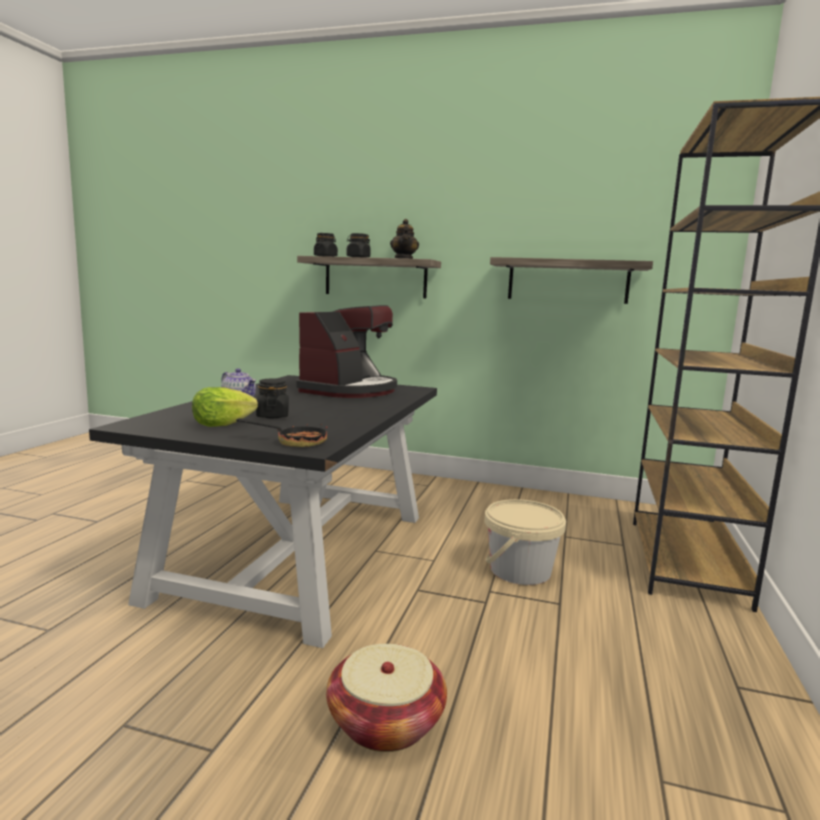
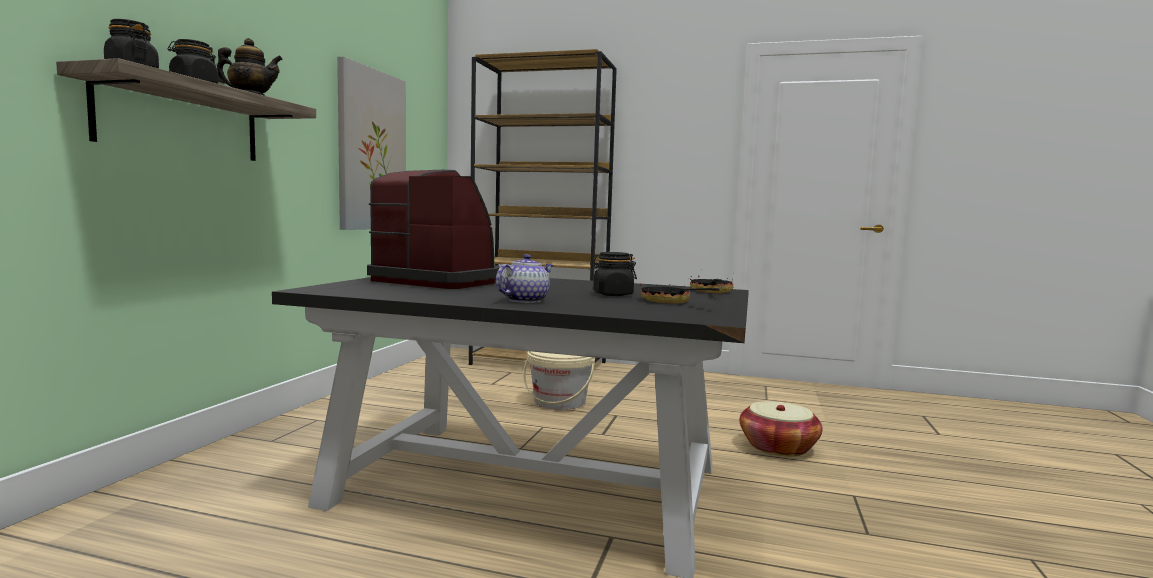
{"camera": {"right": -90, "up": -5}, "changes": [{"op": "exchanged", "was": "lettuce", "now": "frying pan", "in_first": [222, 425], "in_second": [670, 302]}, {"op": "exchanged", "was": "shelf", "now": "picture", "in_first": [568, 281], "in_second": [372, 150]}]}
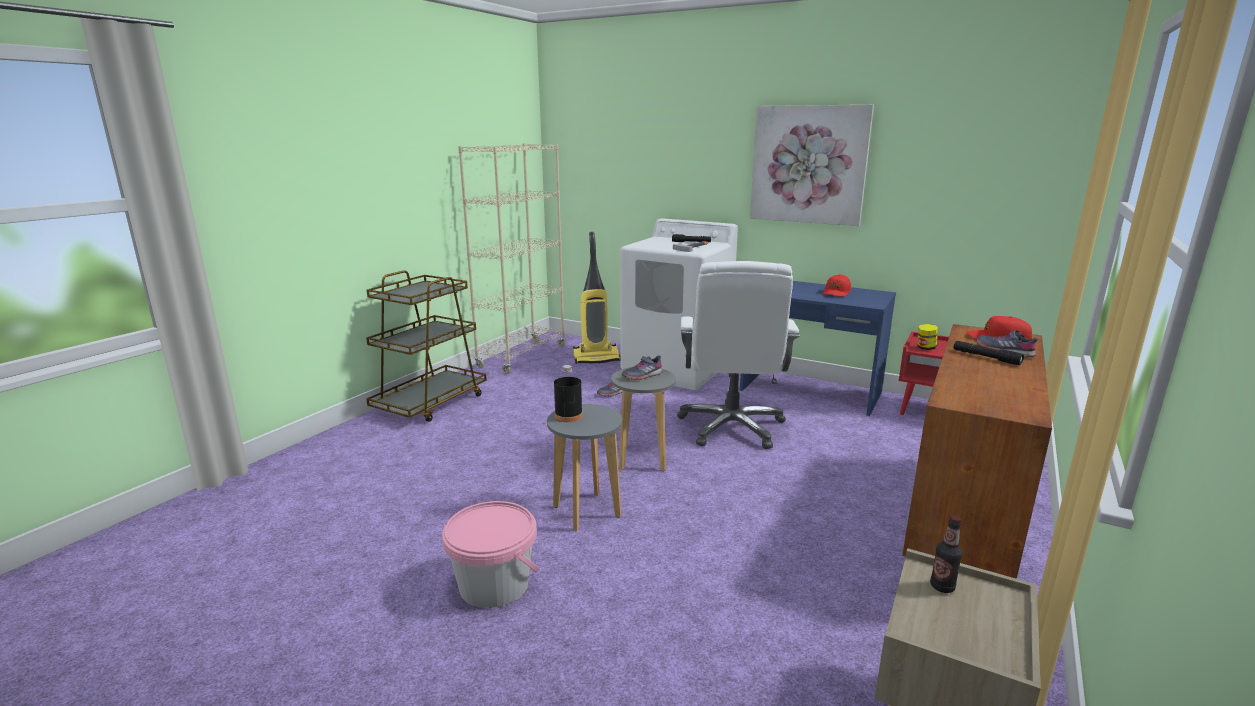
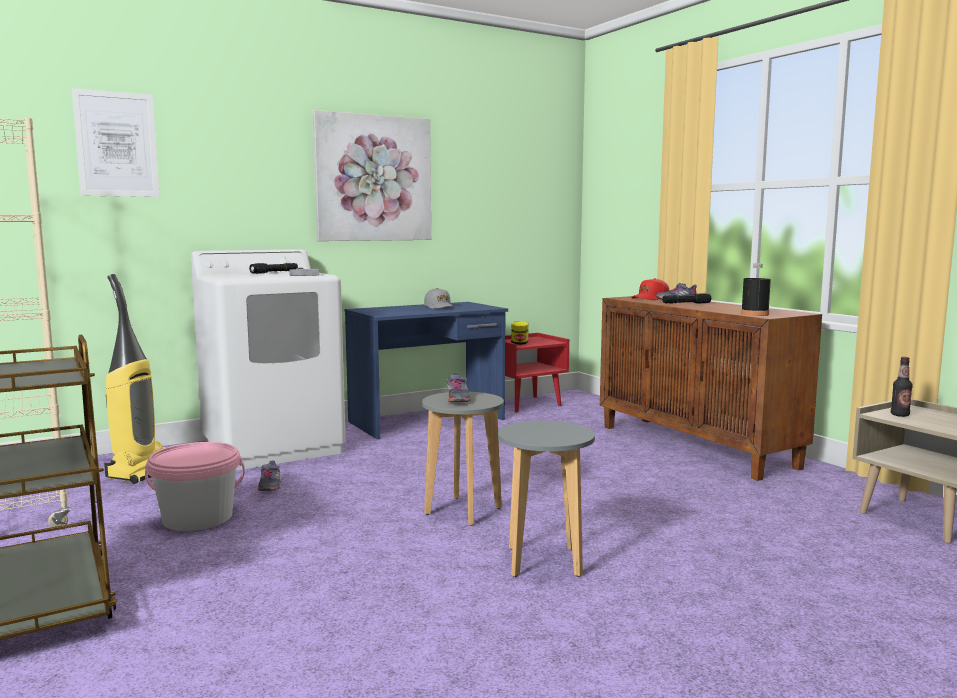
{"camera": {"right": -60, "up": -10}, "changes": [{"op": "relocated", "was": "pink bucket", "in_first": [494, 584], "in_second": [197, 518]}, {"op": "relocated", "was": "black bottle", "in_first": [568, 416], "in_second": [754, 314]}, {"op": "missing", "was": "white office chair", "in_first": [731, 427]}, {"op": "colour", "was": "red cap", "now": "grey cap", "in_first": [836, 293], "in_second": [439, 307]}, {"op": "appeared", "now": "picture", "in_second": [116, 144]}]}
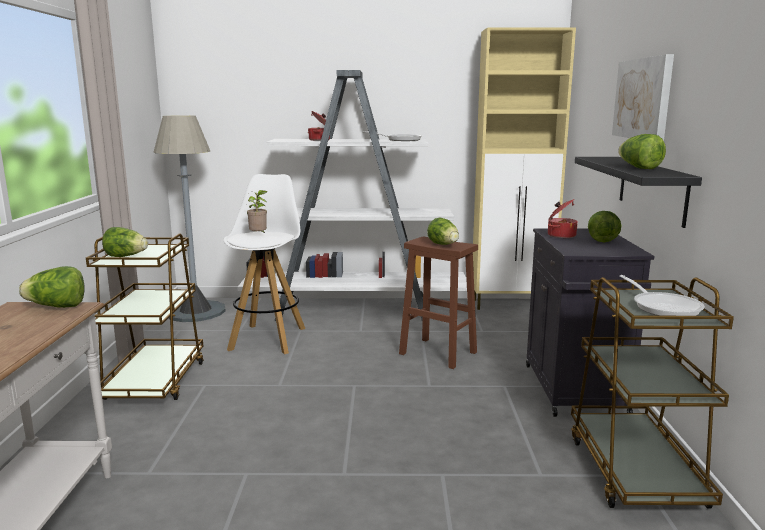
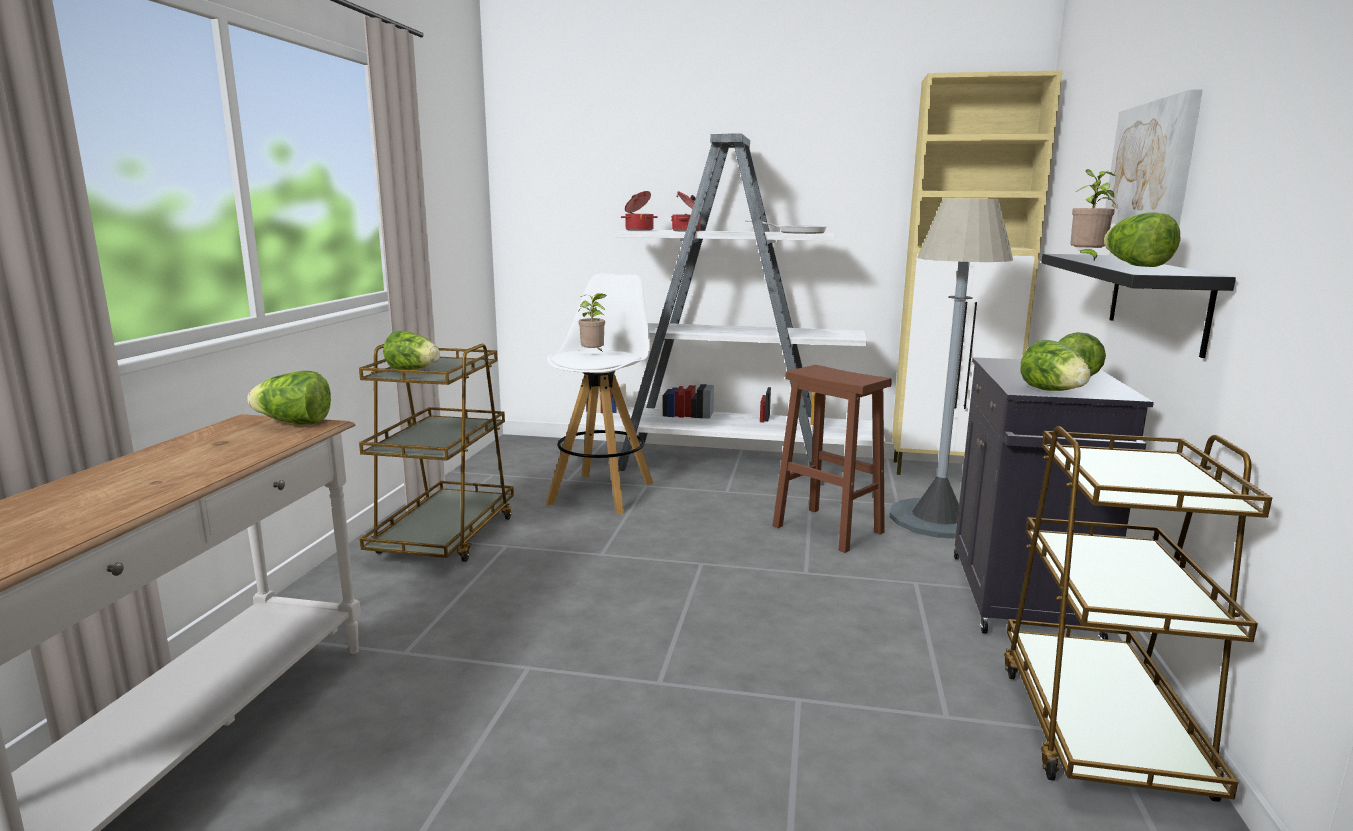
{"camera": {"right": 10, "up": 0}, "changes": [{"op": "relocated", "was": "grey floor lamp", "in_first": [196, 311], "in_second": [937, 519]}, {"op": "relocated", "was": "lettuce", "in_first": [444, 245], "in_second": [1053, 391]}, {"op": "relocated", "was": "cooking pot", "in_first": [560, 235], "in_second": [639, 230]}, {"op": "missing", "was": "frying pan", "in_first": [663, 307]}, {"op": "appeared", "now": "potted plant", "in_second": [1086, 260]}]}
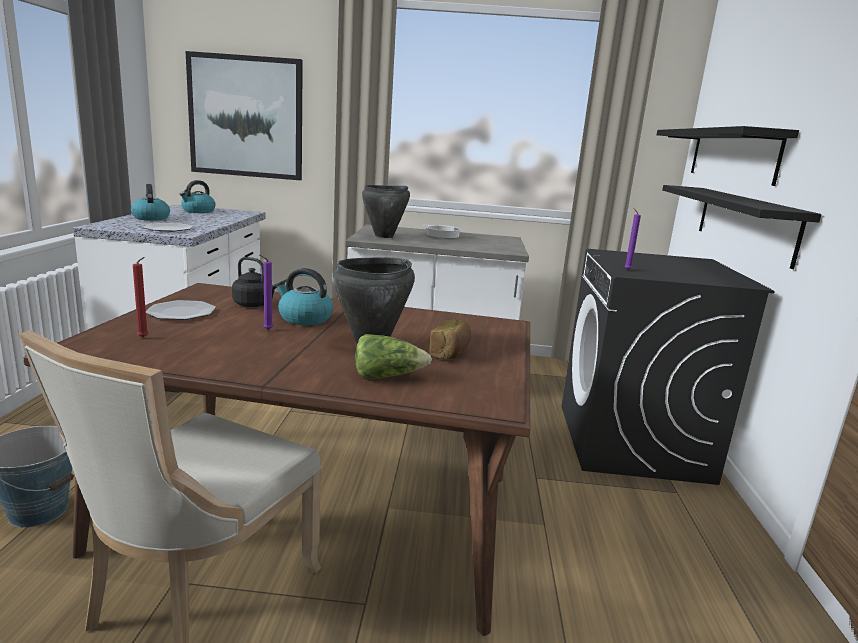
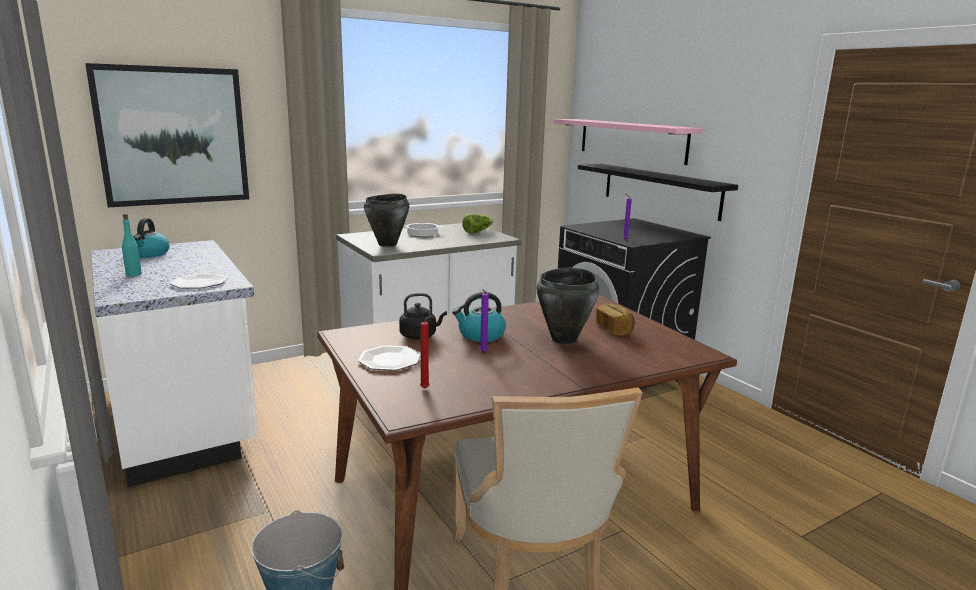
{"camera": {"right": -35, "up": 0}, "changes": [{"op": "exchanged", "was": "kettle", "now": "turquoise bottle", "in_first": [151, 218], "in_second": [133, 274]}, {"op": "relocated", "was": "lettuce", "in_first": [387, 376], "in_second": [477, 232]}, {"op": "colour", "was": "black shelf", "now": "pink shelf", "in_first": [732, 155], "in_second": [631, 140]}]}
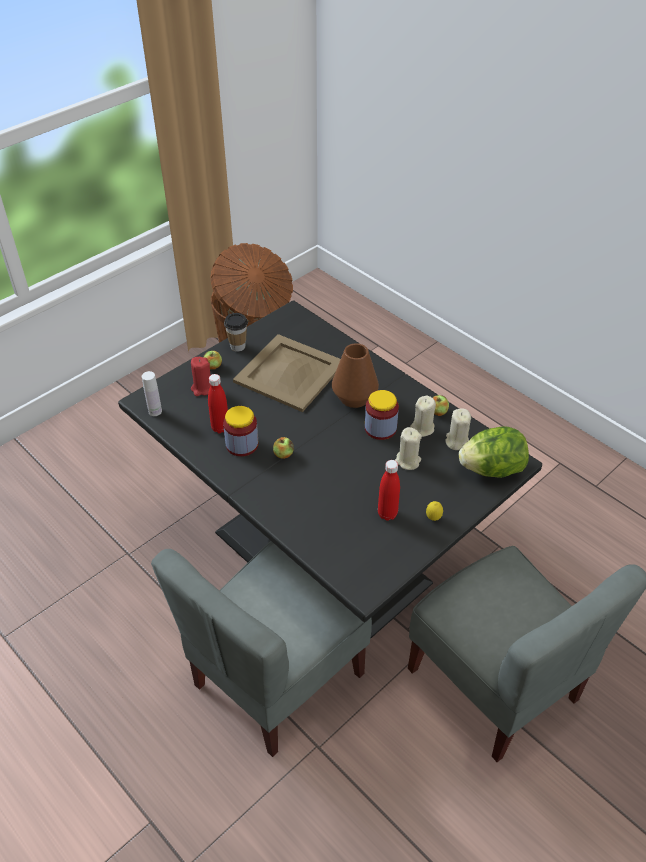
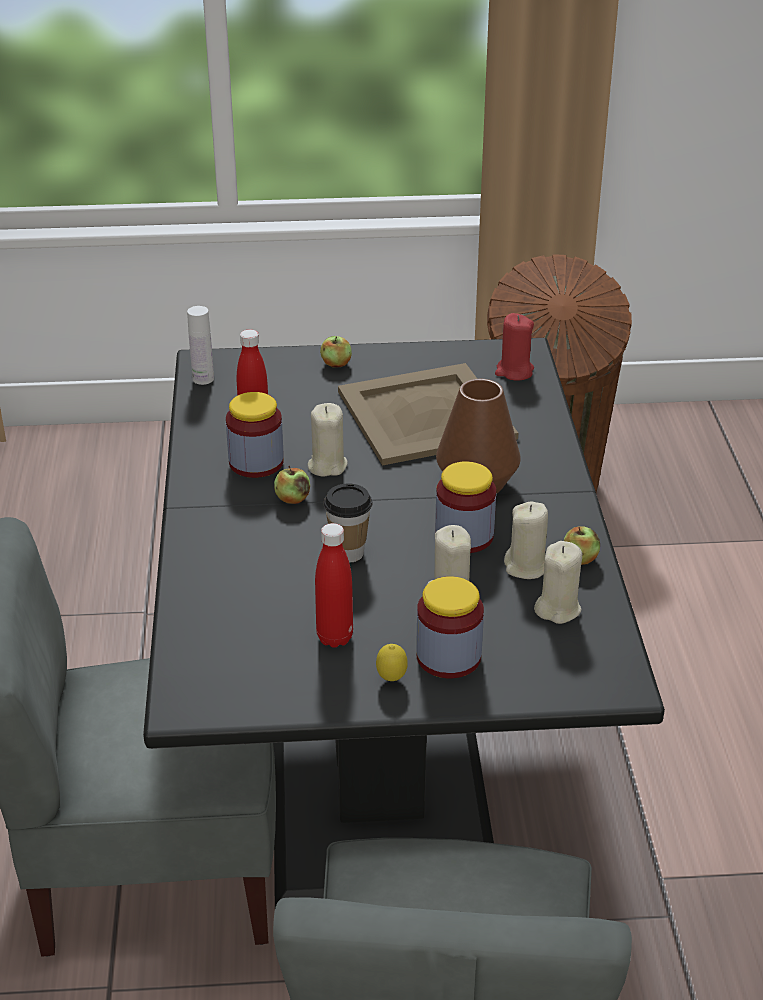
{"camera": {"right": 40, "up": -10}, "changes": [{"op": "relocated", "was": "red candle", "in_first": [203, 388], "in_second": [514, 371]}, {"op": "relocated", "was": "cup", "in_first": [238, 346], "in_second": [348, 553]}, {"op": "missing", "was": "lettuce", "in_first": [492, 469]}, {"op": "appeared", "now": "beige candle", "in_second": [327, 465]}, {"op": "appeared", "now": "jar", "in_second": [448, 657]}]}
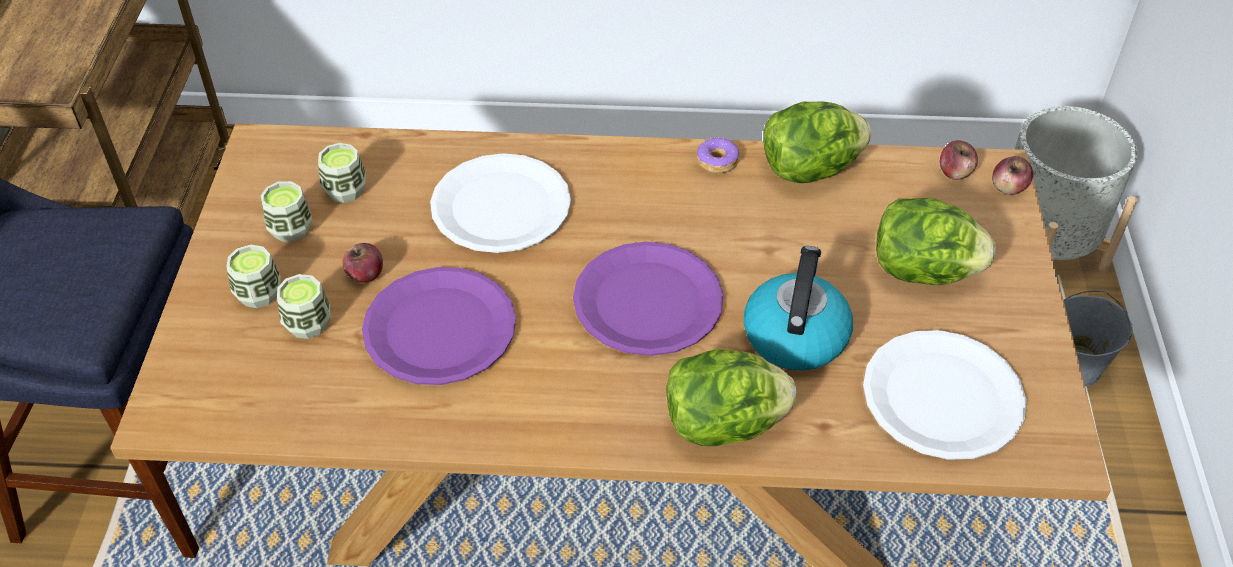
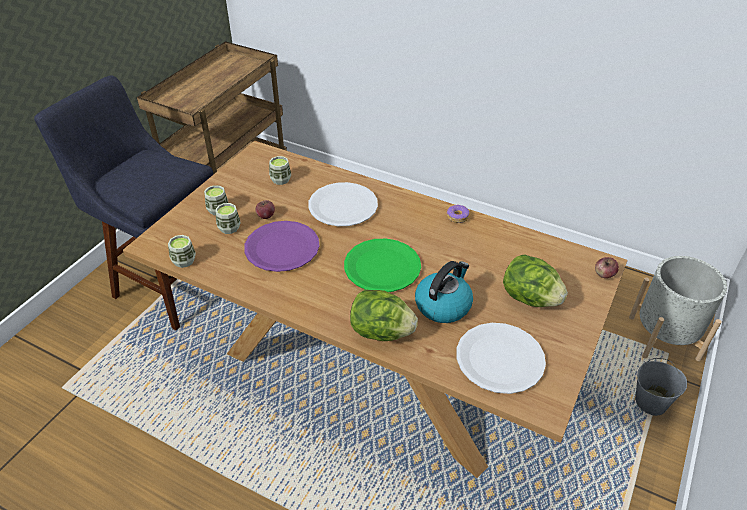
{"camera": {"right": 25, "up": -5}, "changes": [{"op": "relocated", "was": "cup", "in_first": [290, 229], "in_second": [184, 261]}, {"op": "colour", "was": "purple plate", "now": "green plate", "in_first": [648, 302], "in_second": [382, 267]}, {"op": "missing", "was": "lettuce", "in_first": [810, 169]}, {"op": "missing", "was": "apple", "in_first": [955, 172]}]}
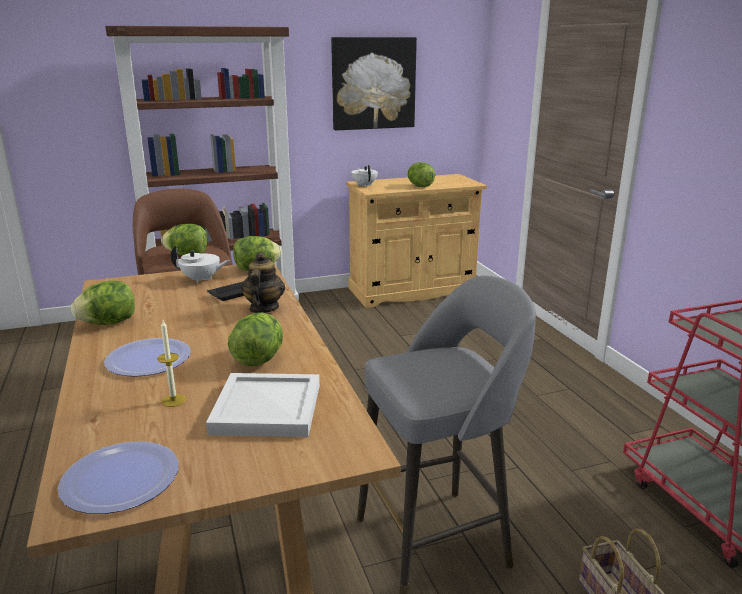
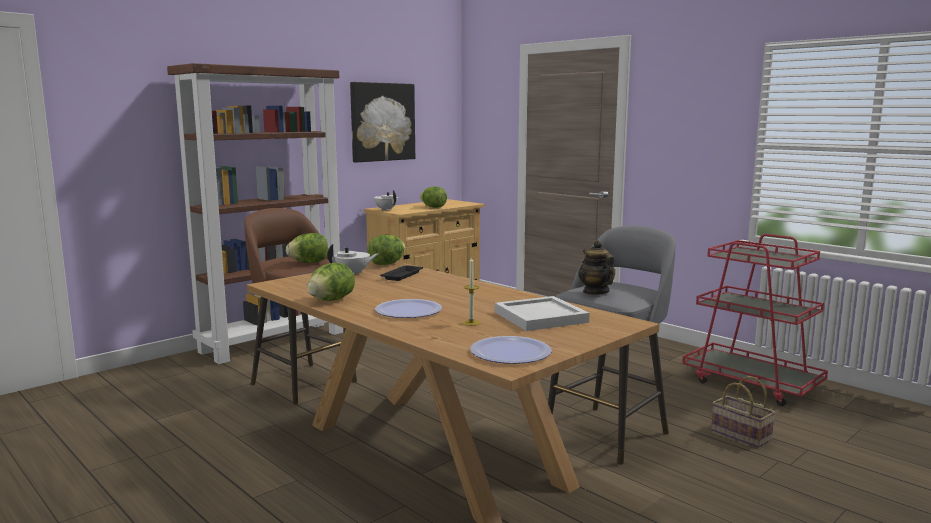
{"camera": {"right": -25, "up": -10}, "changes": [{"op": "missing", "was": "lettuce", "in_first": [259, 359]}, {"op": "relocated", "was": "teapot", "in_first": [263, 308], "in_second": [595, 292]}]}
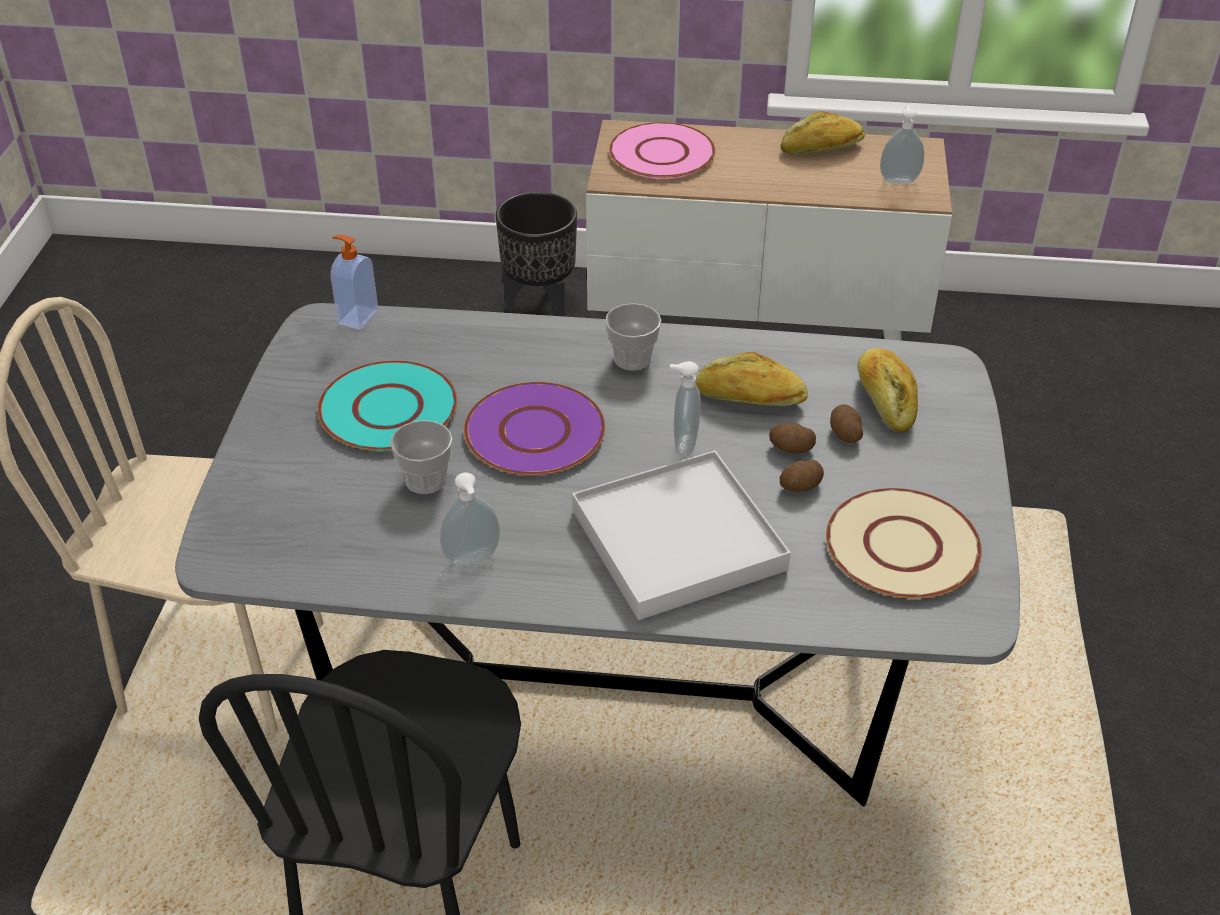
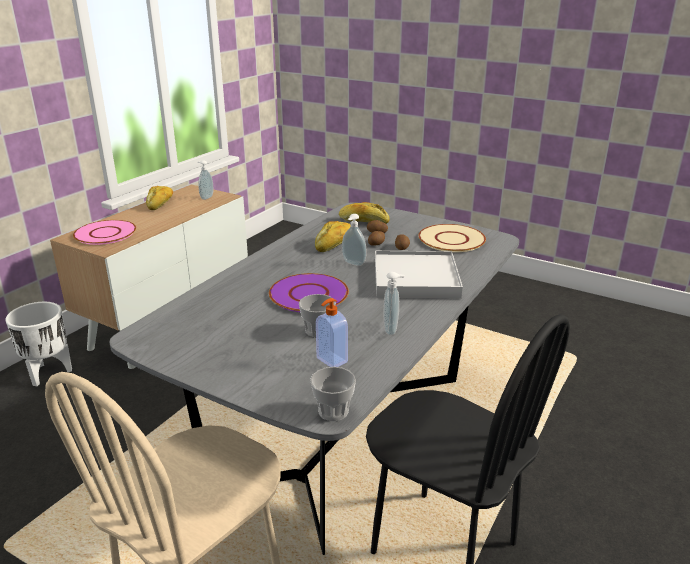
{"camera": {"right": -65, "up": -15}, "changes": [{"op": "missing", "was": "turquoise plate", "in_first": [389, 409]}, {"op": "relocated", "was": "soap dispenser", "in_first": [357, 317], "in_second": [331, 360]}, {"op": "colour", "was": "black planter", "now": "white planter", "in_first": [540, 306], "in_second": [49, 373]}, {"op": "relocated", "was": "cup", "in_first": [632, 359], "in_second": [333, 411]}]}
